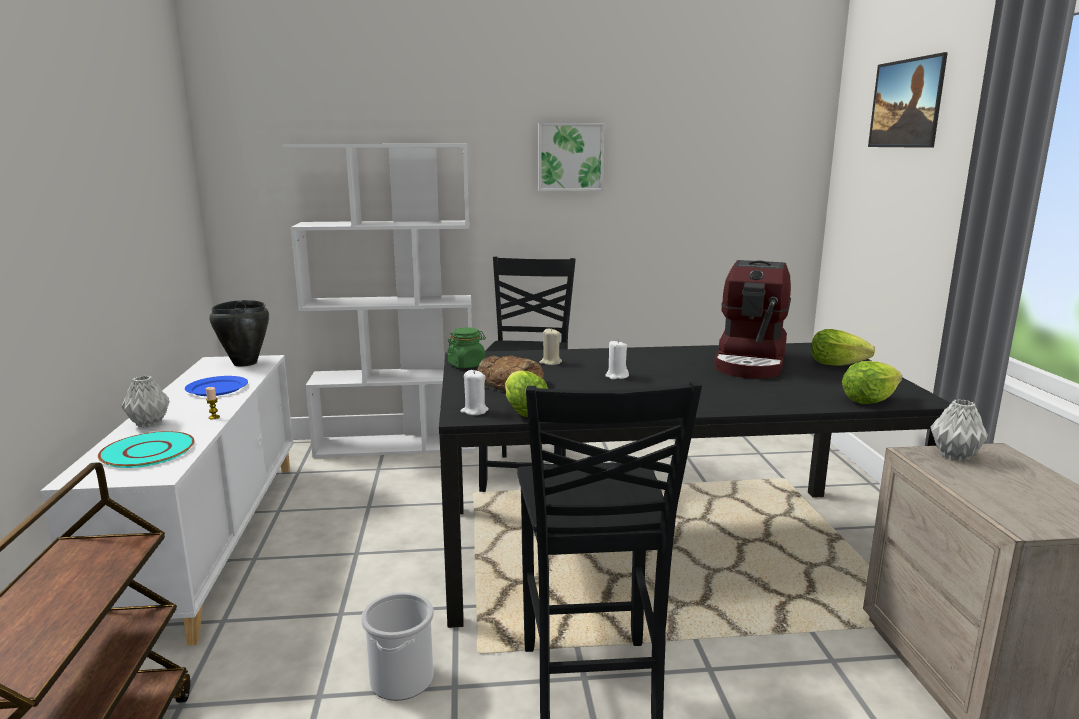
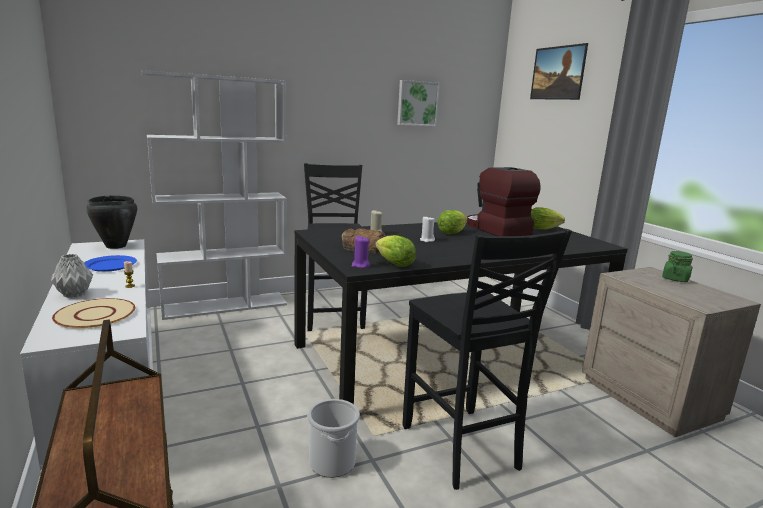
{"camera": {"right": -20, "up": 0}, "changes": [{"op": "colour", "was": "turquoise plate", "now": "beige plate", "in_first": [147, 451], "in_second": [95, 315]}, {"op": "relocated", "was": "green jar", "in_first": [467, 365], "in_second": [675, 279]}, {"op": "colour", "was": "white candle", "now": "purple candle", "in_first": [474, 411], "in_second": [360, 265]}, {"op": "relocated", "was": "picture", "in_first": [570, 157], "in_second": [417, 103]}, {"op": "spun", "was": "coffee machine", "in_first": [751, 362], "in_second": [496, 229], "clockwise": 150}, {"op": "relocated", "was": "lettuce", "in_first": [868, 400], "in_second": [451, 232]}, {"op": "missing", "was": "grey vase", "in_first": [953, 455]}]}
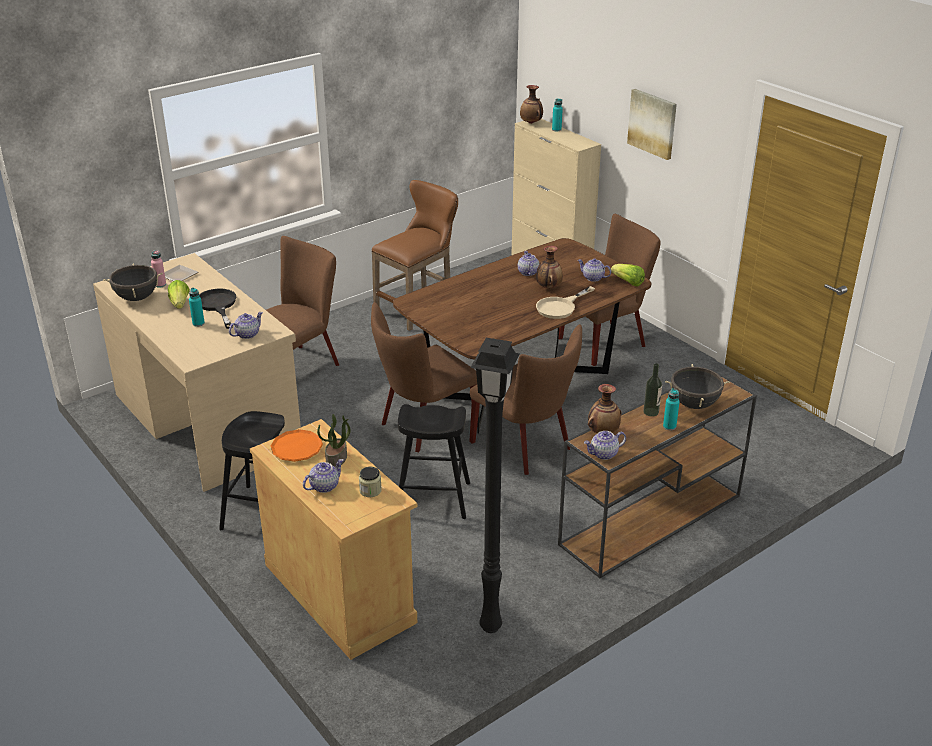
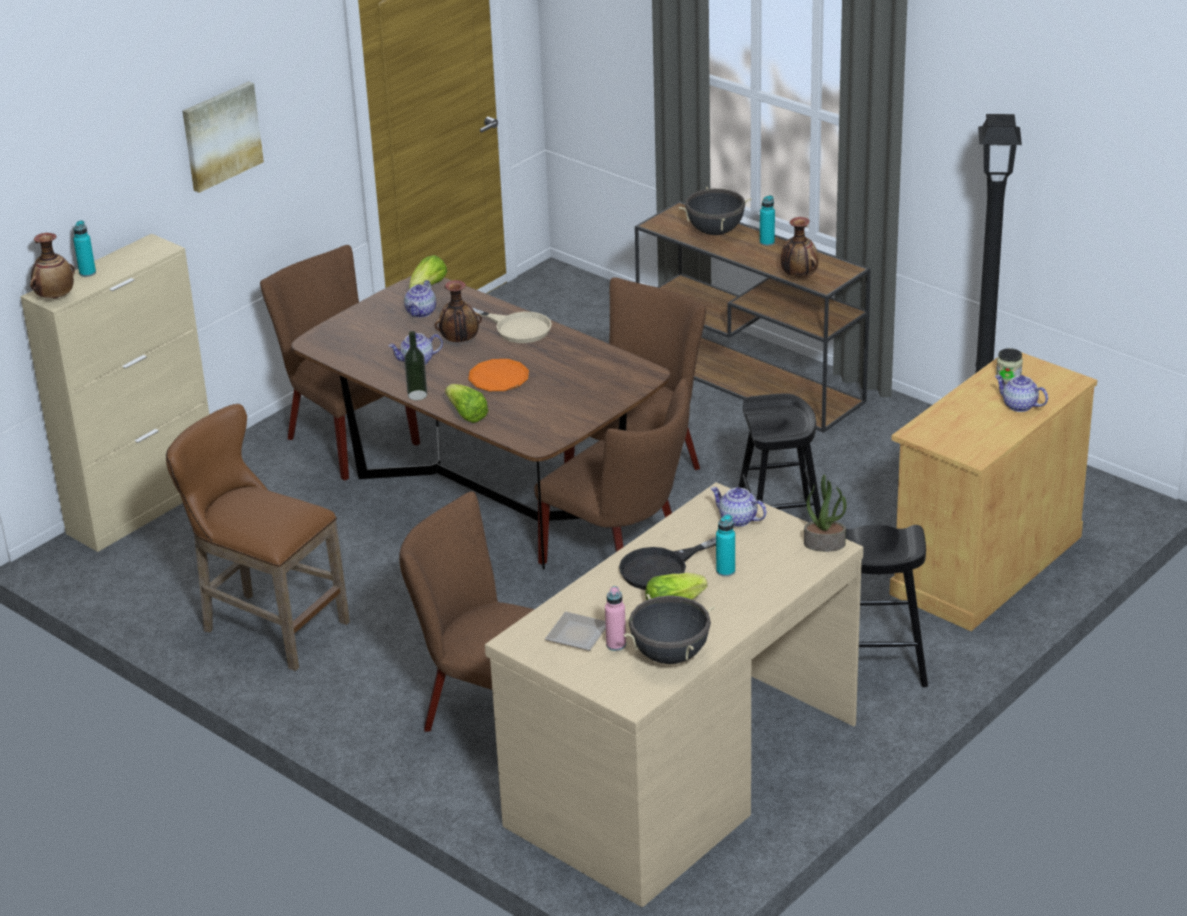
{"camera": {"right": -100, "up": 0}, "changes": [{"op": "relocated", "was": "orange plate", "in_first": [297, 449], "in_second": [498, 379]}, {"op": "relocated", "was": "potted plant", "in_first": [336, 459], "in_second": [825, 544]}, {"op": "missing", "was": "teapot", "in_first": [604, 454]}, {"op": "relocated", "was": "bottle", "in_first": [651, 412], "in_second": [417, 395]}, {"op": "appeared", "now": "lettuce", "in_second": [466, 415]}]}
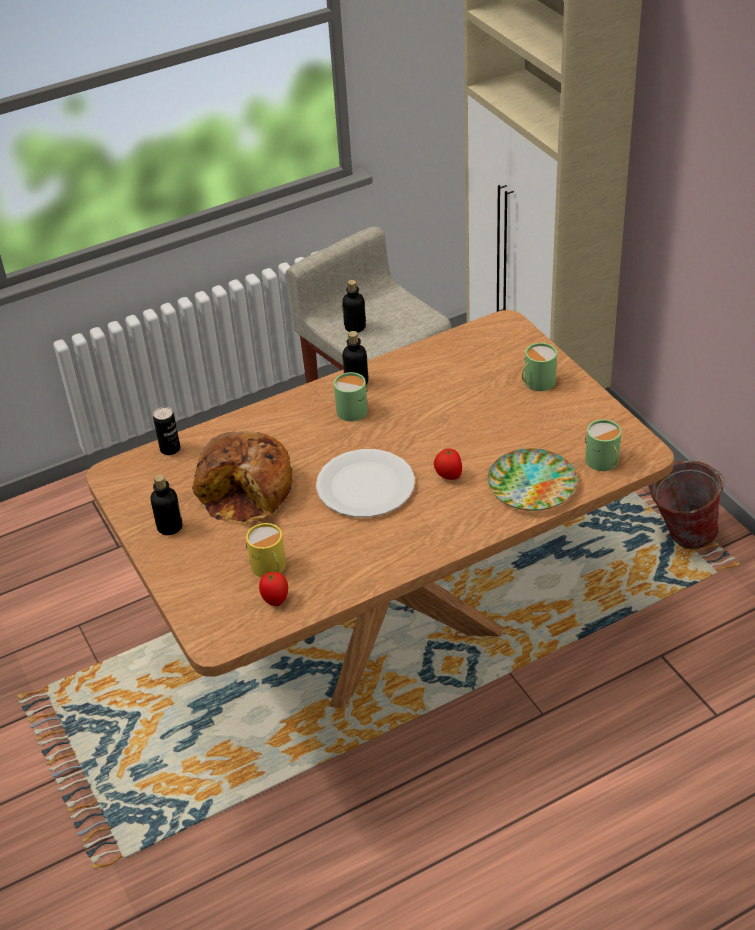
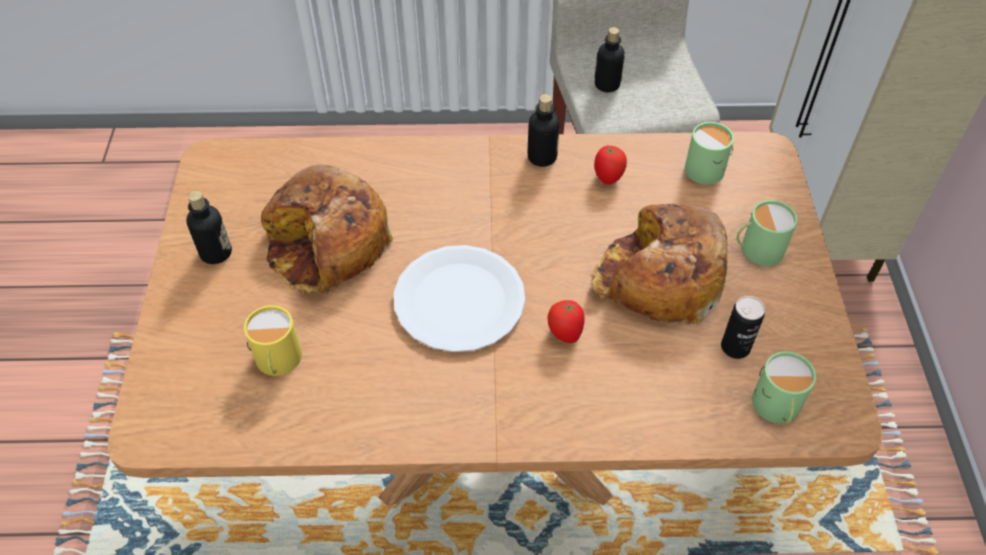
{"camera": {"right": 25, "up": 10}, "changes": [{"op": "relocated", "was": "can", "in_first": [170, 449], "in_second": [735, 347]}, {"op": "relocated", "was": "tomato", "in_first": [275, 599], "in_second": [608, 178]}, {"op": "relocated", "was": "green mug", "in_first": [353, 409], "in_second": [708, 168]}, {"op": "missing", "was": "plate", "in_first": [531, 485]}, {"op": "missing", "was": "bucket", "in_first": [680, 536]}, {"op": "appeared", "now": "bread", "in_second": [659, 276]}]}
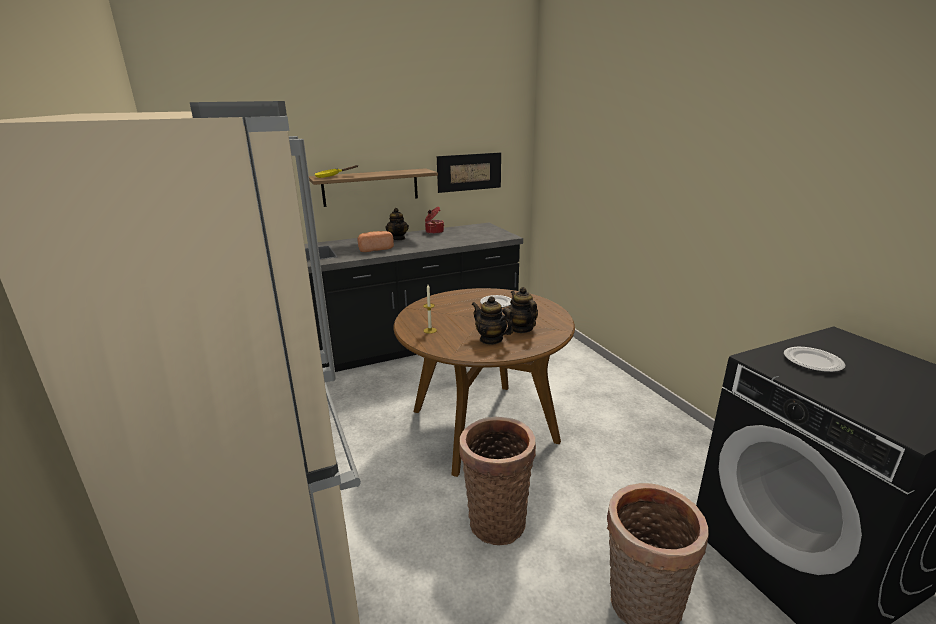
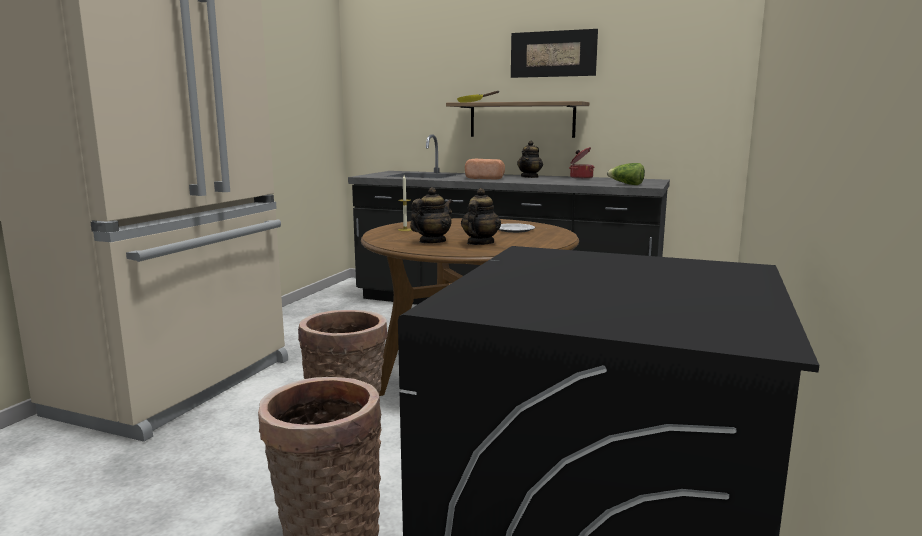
{"camera": {"right": 45, "up": -10}, "changes": [{"op": "relocated", "was": "picture", "in_first": [469, 172], "in_second": [553, 54]}, {"op": "spun", "was": "teapot", "in_first": [491, 339], "in_second": [432, 242], "clockwise": 45}, {"op": "missing", "was": "plate", "in_first": [811, 362]}, {"op": "appeared", "now": "lettuce", "in_second": [626, 184]}]}
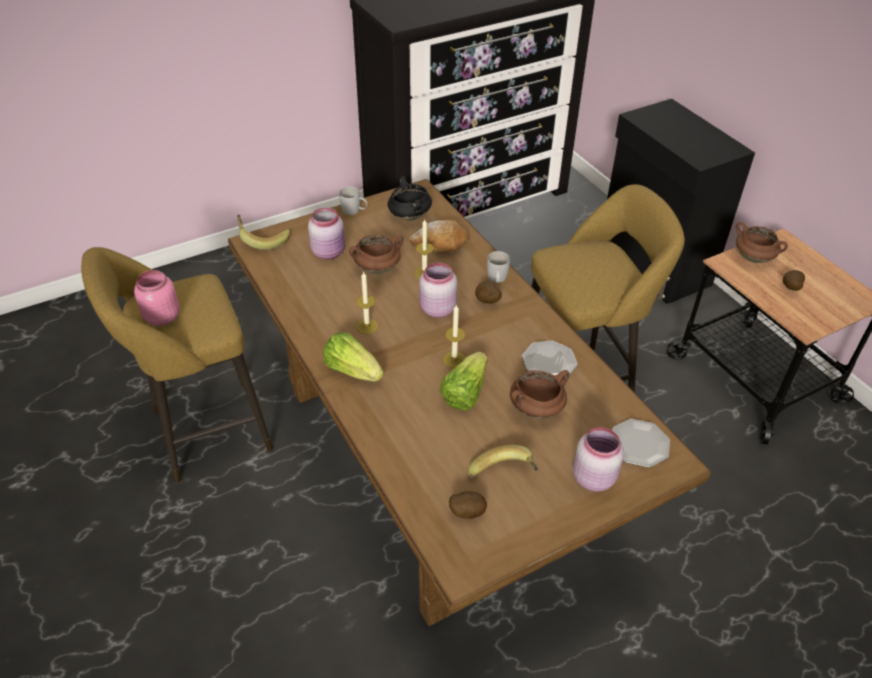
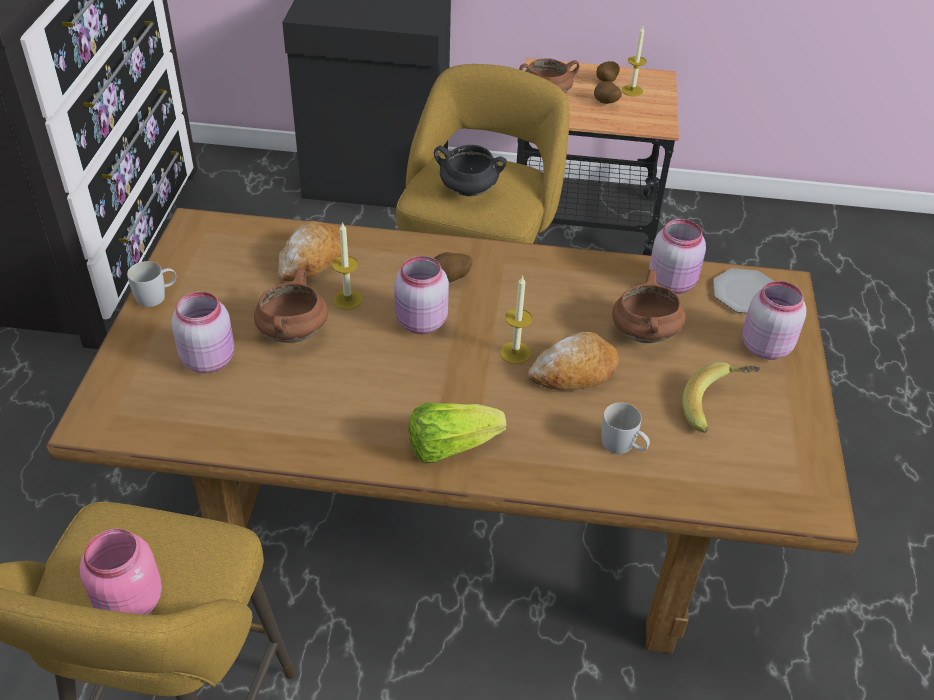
{"camera": {"right": -55, "up": 0}, "changes": [{"op": "missing", "was": "banana", "in_first": [262, 239]}, {"op": "relocated", "was": "candle", "in_first": [367, 326], "in_second": [632, 90]}, {"op": "relocated", "was": "black cooking pot", "in_first": [409, 216], "in_second": [467, 191]}, {"op": "exchanged", "was": "lettuce", "now": "bread", "in_first": [465, 393], "in_second": [574, 372]}, {"op": "relocated", "was": "potato", "in_first": [467, 512], "in_second": [605, 82]}, {"op": "relocated", "was": "white mug", "in_first": [497, 279], "in_second": [623, 446]}, {"op": "missing", "was": "plate", "in_first": [549, 362]}, {"op": "appeared", "now": "pink jar", "in_second": [672, 282]}]}
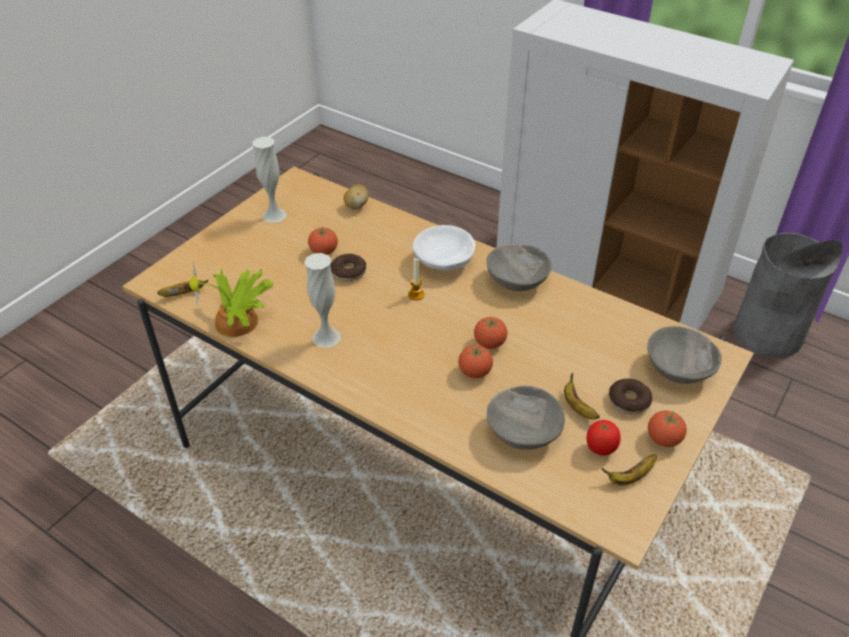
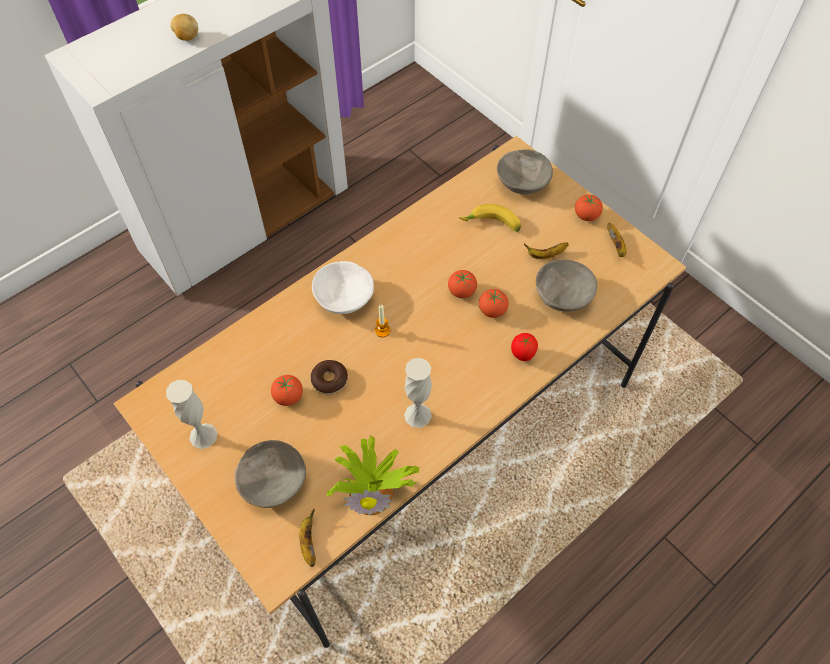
{"camera": {"right": -75, "up": 15}, "changes": [{"op": "relocated", "was": "potato", "in_first": [357, 206], "in_second": [187, 37]}, {"op": "relocated", "was": "grey bowl", "in_first": [516, 281], "in_second": [273, 483]}, {"op": "relocated", "was": "tomato", "in_first": [600, 449], "in_second": [522, 355]}, {"op": "missing", "was": "donut", "in_first": [629, 401]}, {"op": "missing", "was": "grey trash can", "in_first": [767, 333]}, {"op": "appeared", "now": "banana", "in_second": [491, 225]}]}
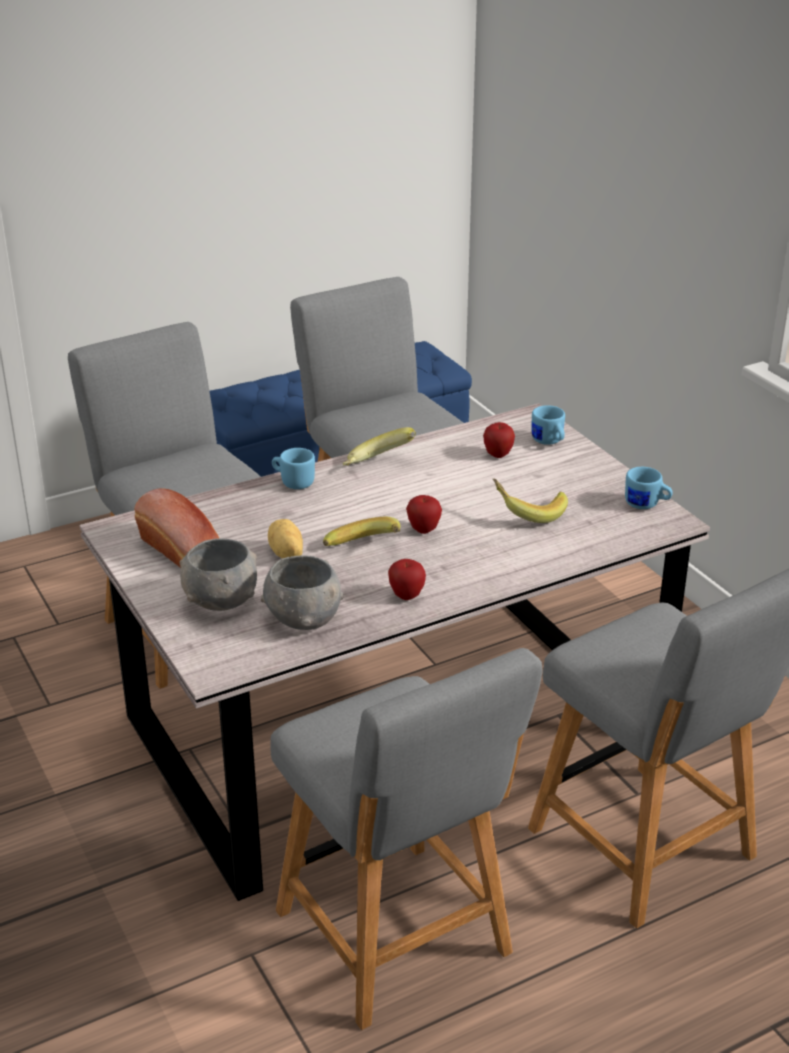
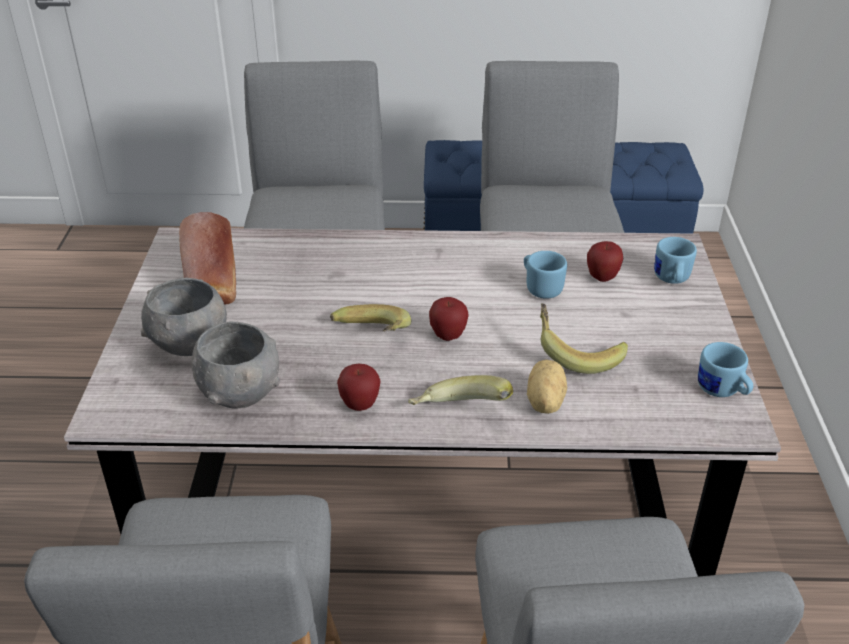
{"camera": {"right": 30, "up": 5}, "changes": [{"op": "relocated", "was": "potato", "in_first": [285, 554], "in_second": [543, 402]}, {"op": "relocated", "was": "blue mug", "in_first": [293, 482], "in_second": [541, 287]}, {"op": "relocated", "was": "banana", "in_first": [378, 465], "in_second": [459, 415]}]}
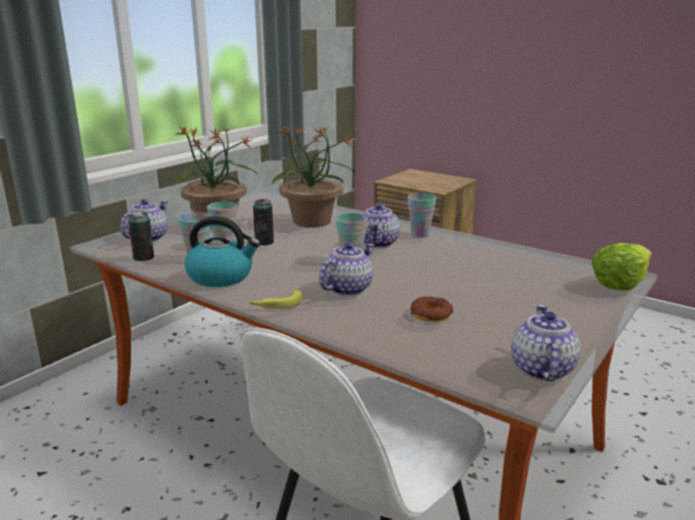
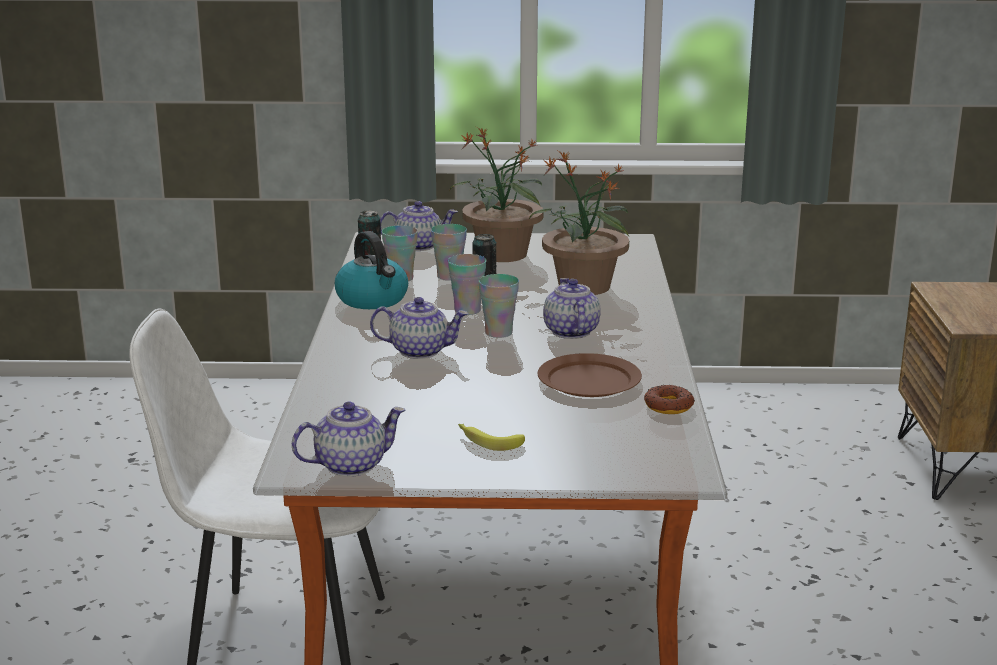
{"camera": {"right": 55, "up": 0}, "changes": [{"op": "relocated", "was": "banana", "in_first": [276, 305], "in_second": [488, 441]}, {"op": "spun", "was": "teapot", "in_first": [379, 243], "in_second": [570, 332], "clockwise": 105}, {"op": "relocated", "was": "cup", "in_first": [420, 234], "in_second": [467, 310]}, {"op": "relocated", "was": "donut", "in_first": [431, 314], "in_second": [668, 406]}, {"op": "missing", "was": "lettuce", "in_first": [619, 283]}, {"op": "appeared", "now": "brown plate", "in_second": [588, 381]}]}
